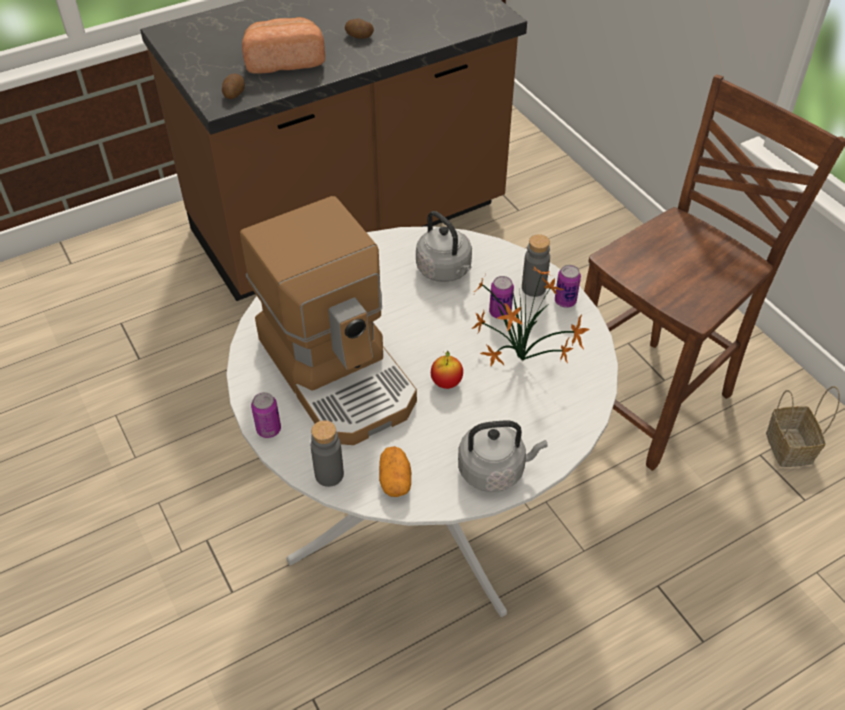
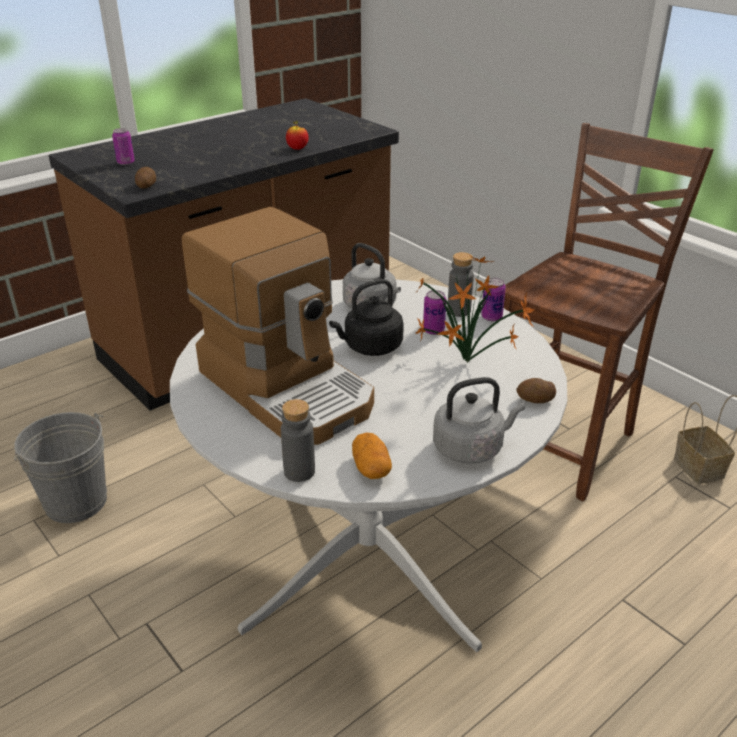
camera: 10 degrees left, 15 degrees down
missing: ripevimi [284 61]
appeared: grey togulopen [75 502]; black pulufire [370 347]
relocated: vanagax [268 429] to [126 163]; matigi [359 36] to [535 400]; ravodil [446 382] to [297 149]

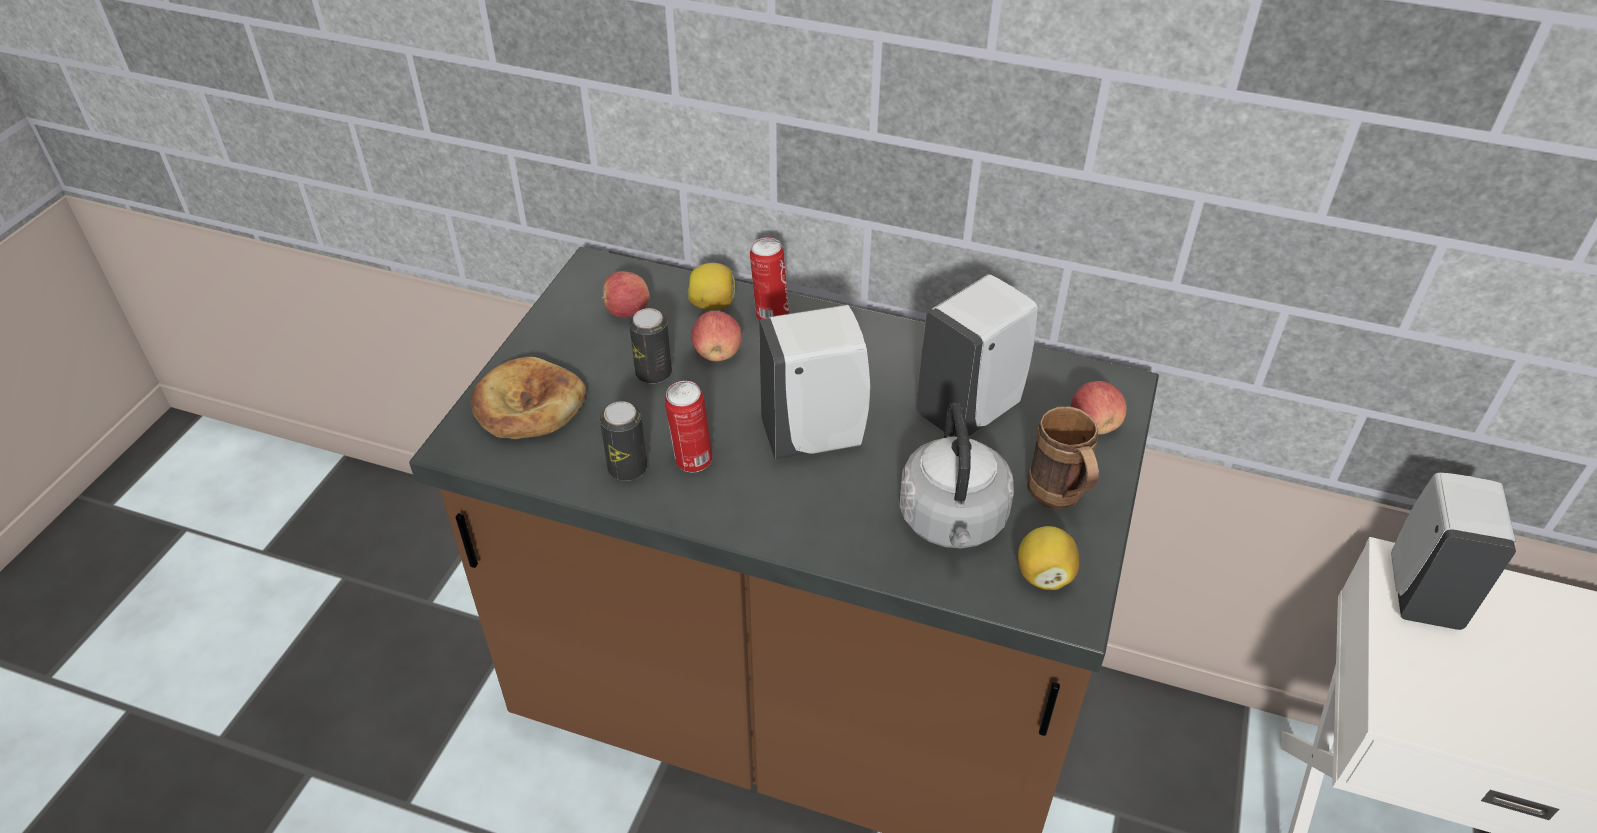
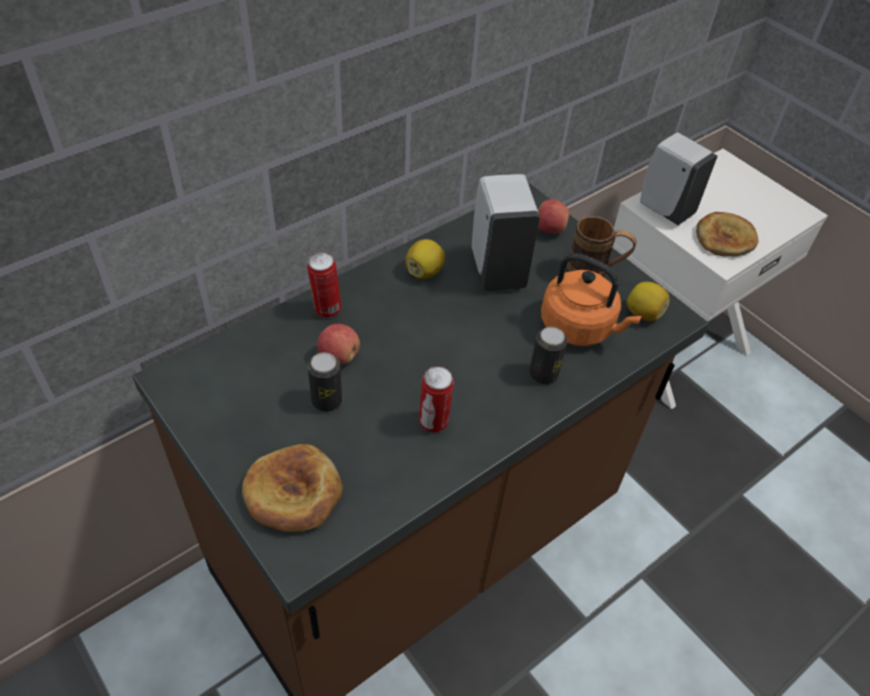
camera: 60 degrees left, 5 degrees up
missing: ravodil [627 311]; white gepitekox [816 436]
appeared: ripevimi [725 238]
relocated: vanagax [627 468] to [543 374]; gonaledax [713 304] to [424 271]
colour: grey pulufire [953 523] to orange pulufire [580 327]

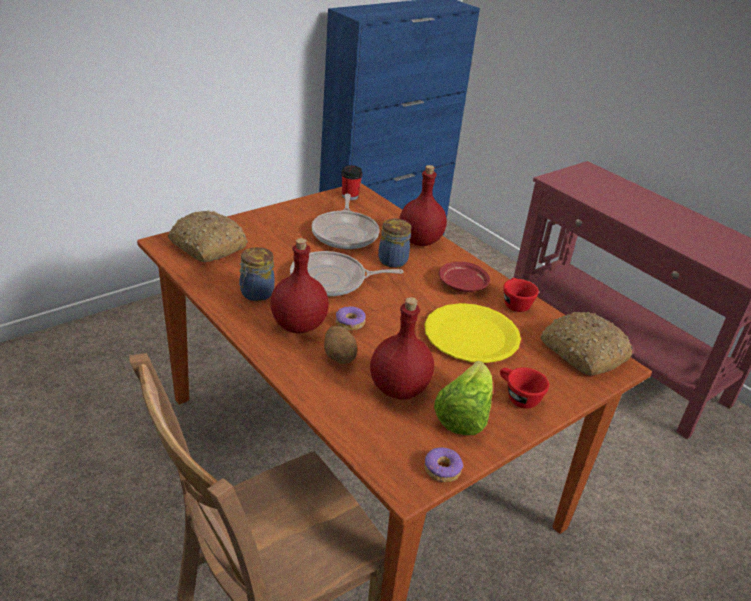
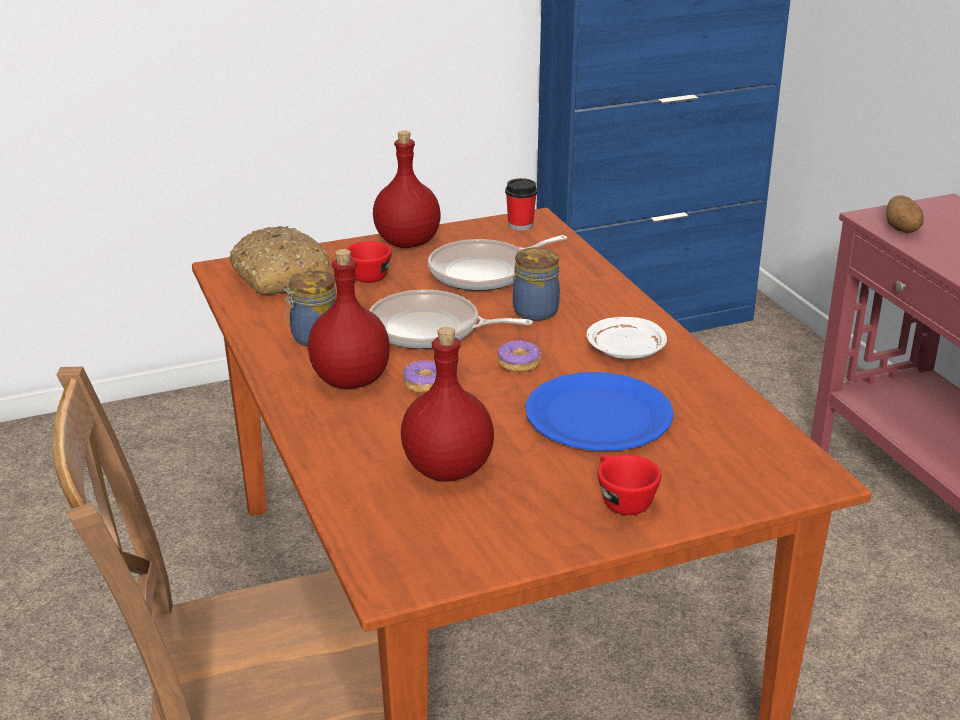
camera: 20 degrees right, 5 degrees down
missing: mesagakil [463 415]; ripevimi [582 352]
relocated: matigi [340 357] to [902 229]; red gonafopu [419 240] to [407 242]; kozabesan [442 470] to [519 363]; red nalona [515 303] to [370 274]
colour: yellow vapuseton [471 335] to blue vapuseton [598 415]; red vapuseton [462 285] to white vapuseton [625 351]
spun: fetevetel [345 233] = [485 272] 45 degrees clockwise

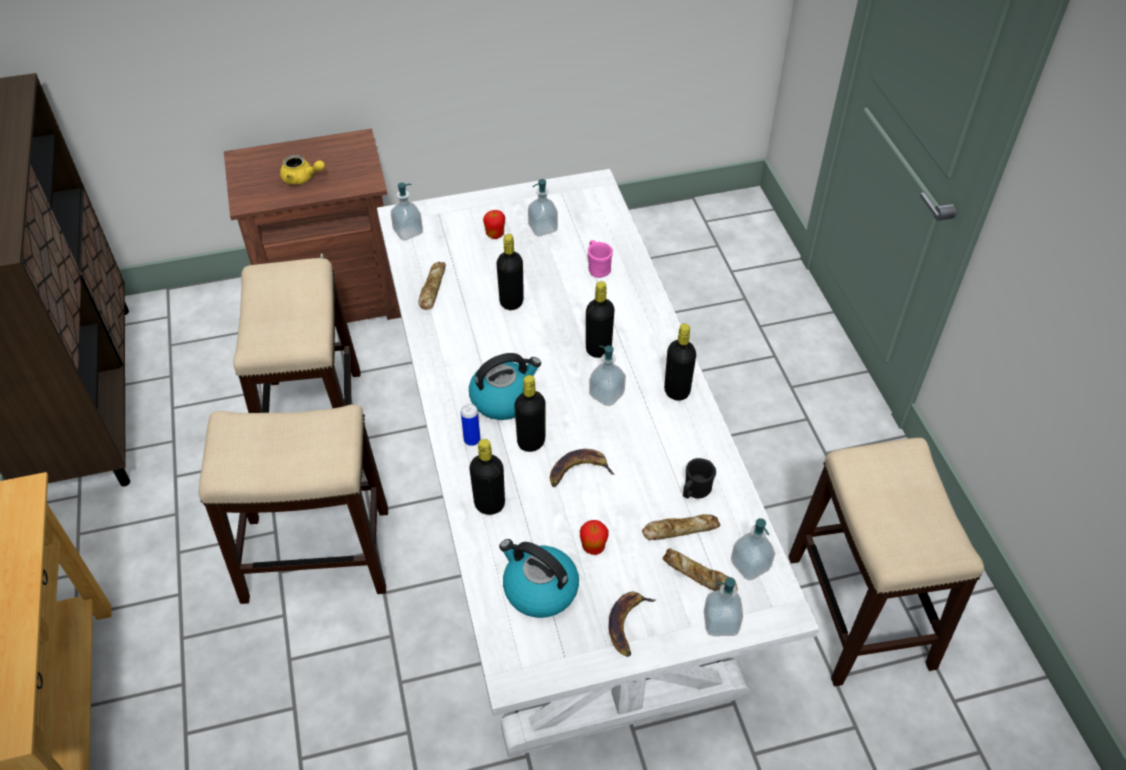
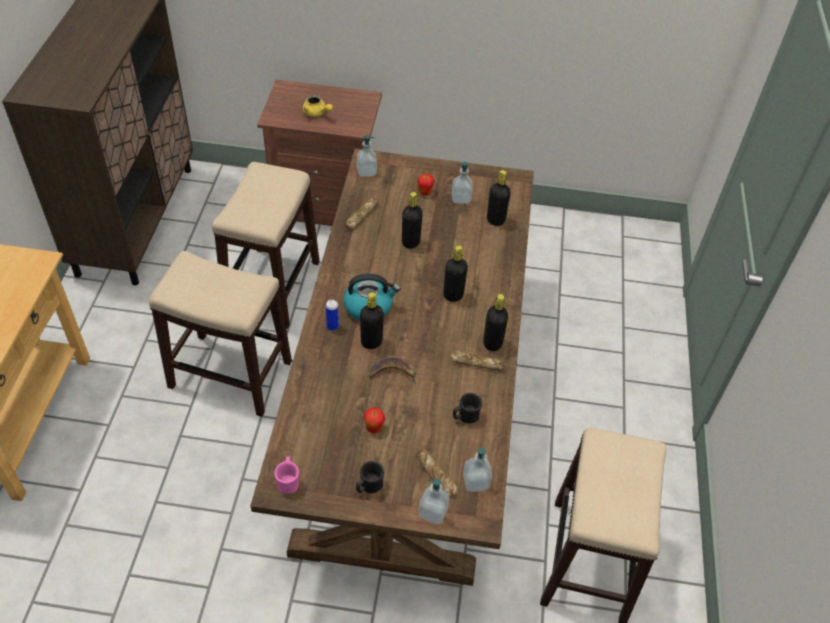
camera: 20 degrees right, 0 degrees up
missing: pulufire [539 589]; gepitekox [606 394]
relocated: black gonafopu [489 504] to [495 220]; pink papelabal [597 268] to [288 481]; ripevimi [679 529] to [477 363]
exchanged: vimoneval [627 623] to black papelabal [369 487]
colour: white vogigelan [561 511] to brown vogigelan [407 406]

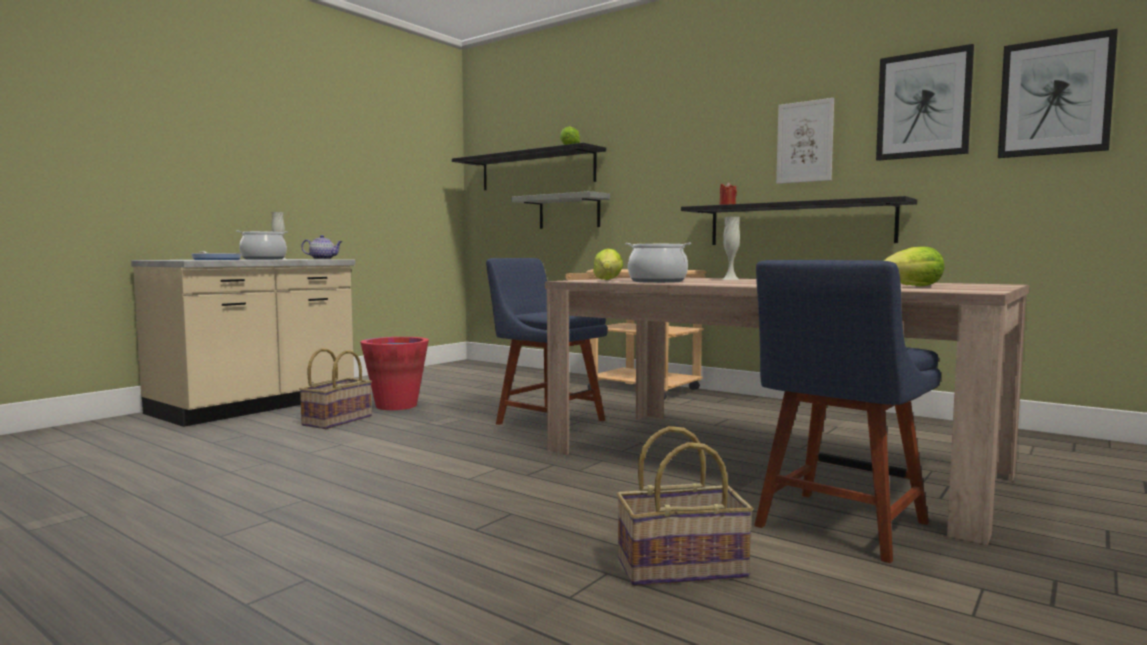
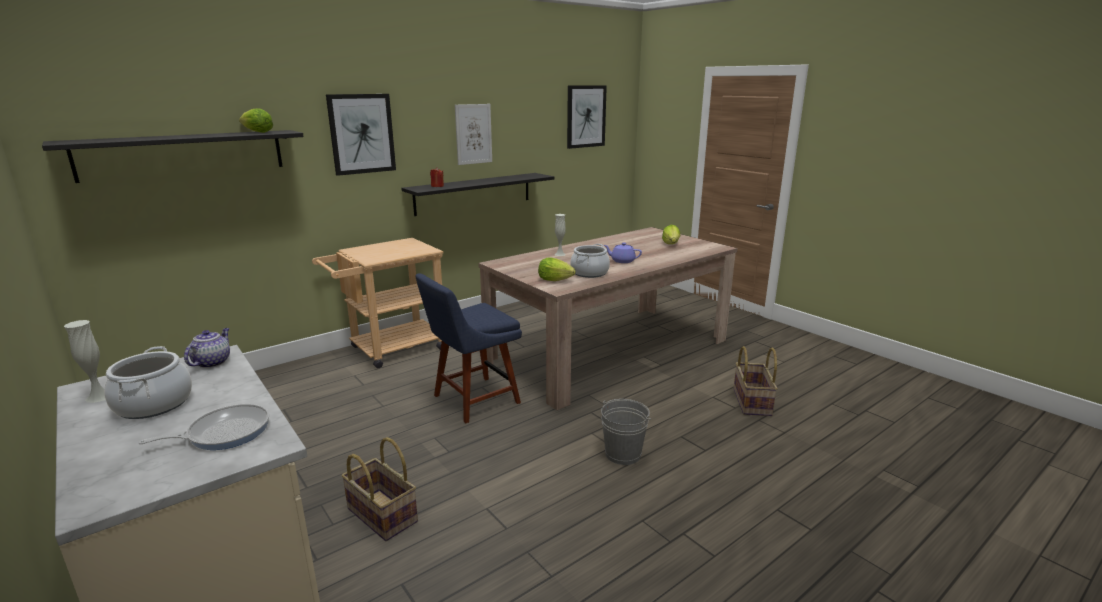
camera: 75 degrees left, 15 degrees up
missing: red togulopen [396 405]; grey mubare [569 212]; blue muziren [838 527]
appeared: grey togulopen [623 454]; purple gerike [622 261]
relocated: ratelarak [923 105] to [361 134]

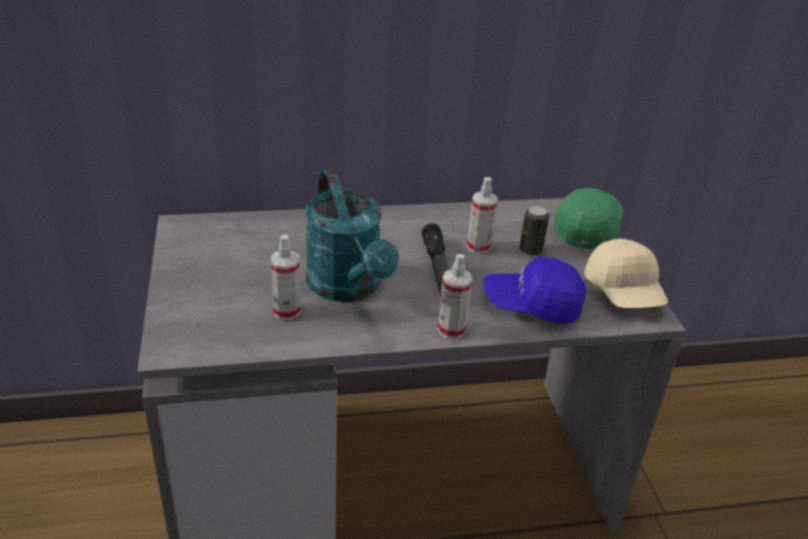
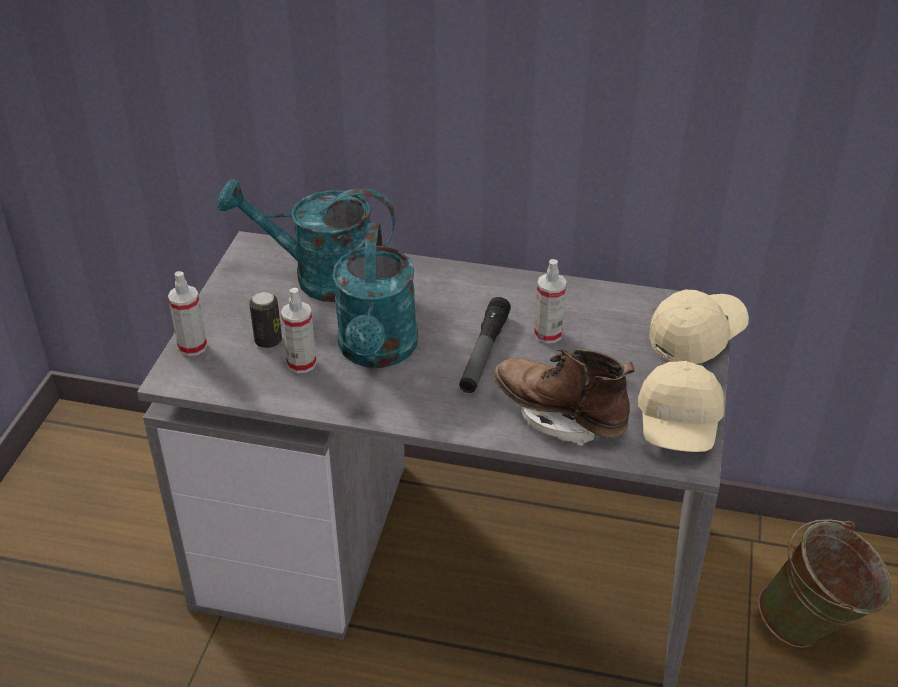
camera: 25 degrees right, 5 degrees up
appeared: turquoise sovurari [320 278]; green togulopen [813 630]
relocated: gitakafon [451 330] to [192 346]; vanagax [531 250] to [268 340]
exchanged: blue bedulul [532 305] to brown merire [559 416]
colour: green bedulul [588 227] to beige bedulul [696 337]

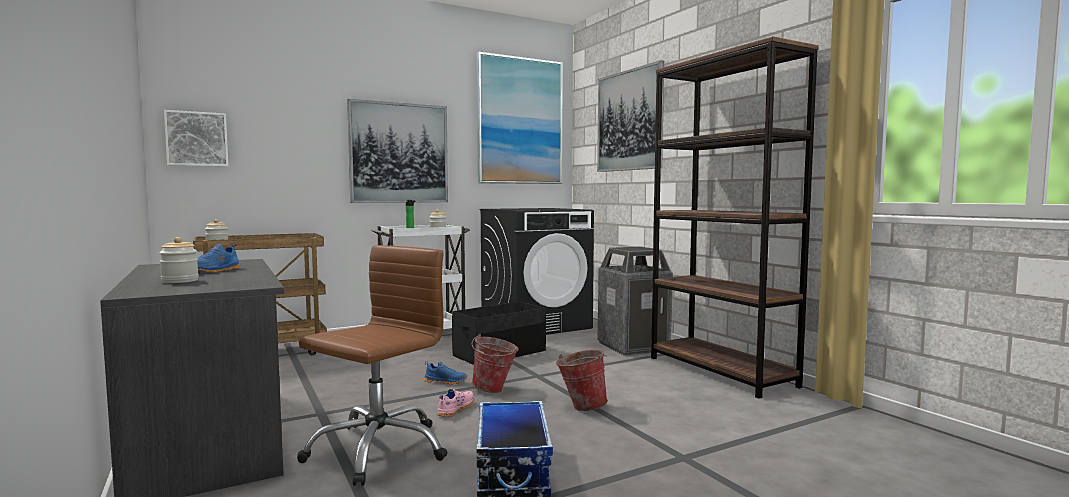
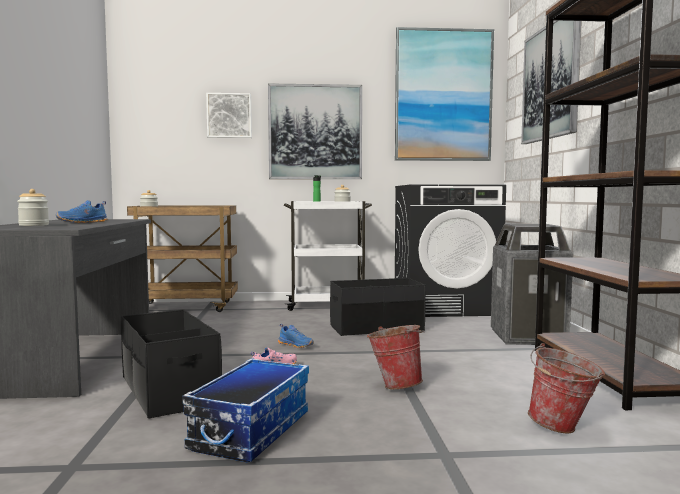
camera: 25 degrees right, 0 degrees up
relocated: ratelarak [197 139] to [229 116]; togulopen [495 390] to [564 428]
exchanged: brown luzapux [377 449] to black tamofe [168 390]

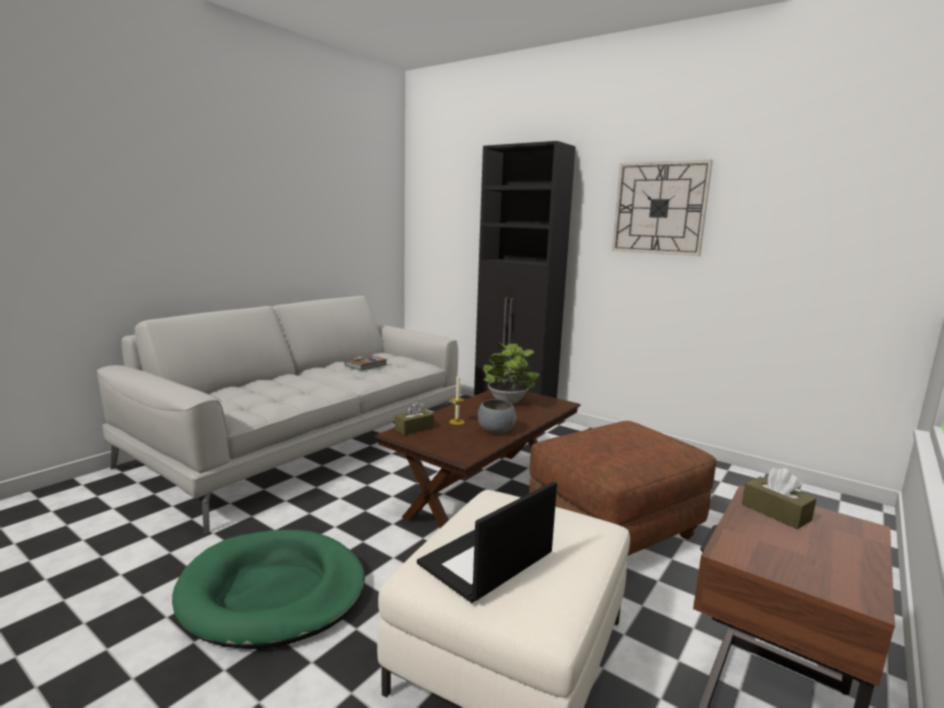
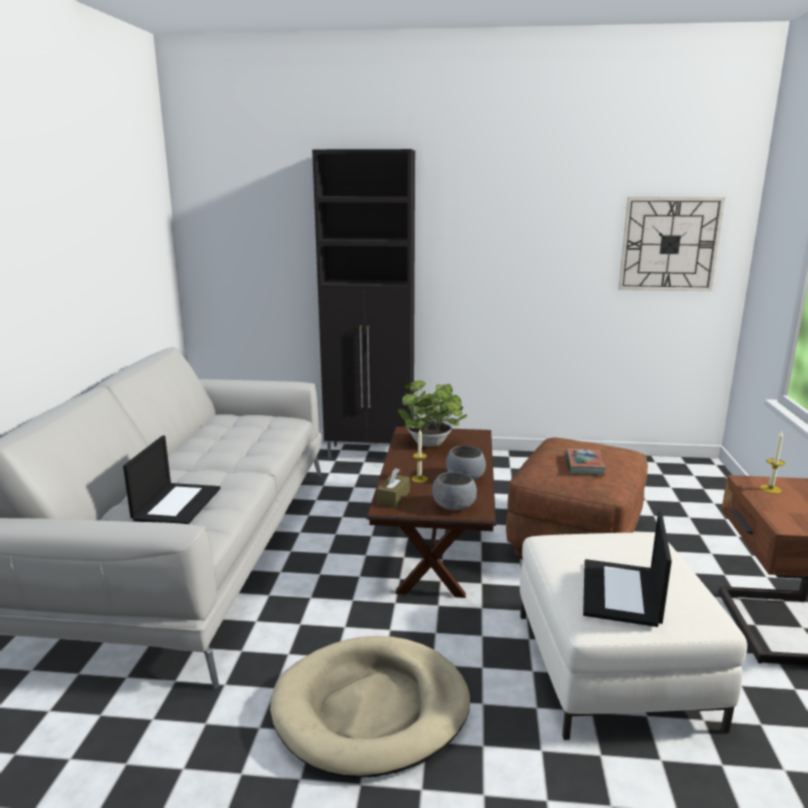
camera: 30 degrees left, 5 degrees up
appeared: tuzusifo [177 503]; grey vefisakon [455 506]
relocated: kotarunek [366 365] to [584 465]; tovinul [659 208] to [669 244]
exchanged: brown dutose [775 512] to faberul [770 489]
colour: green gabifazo [273 592] to beige gabifazo [371 709]

